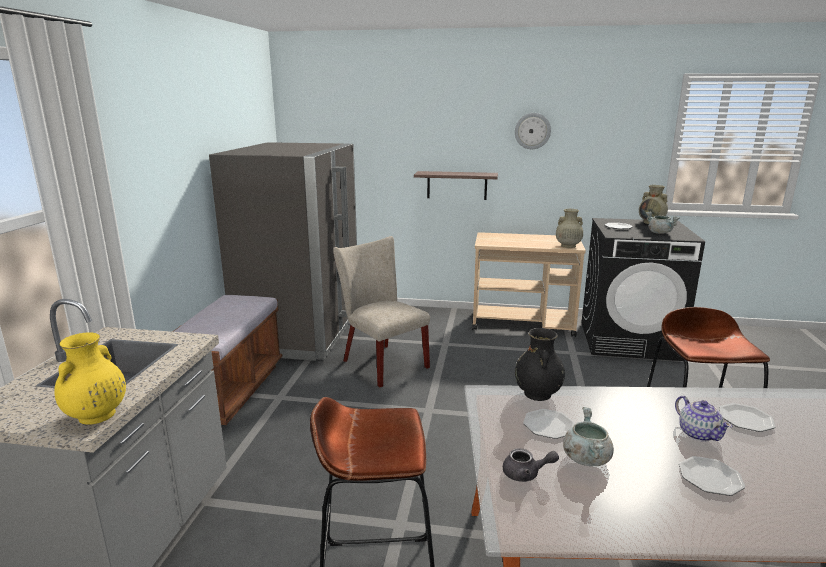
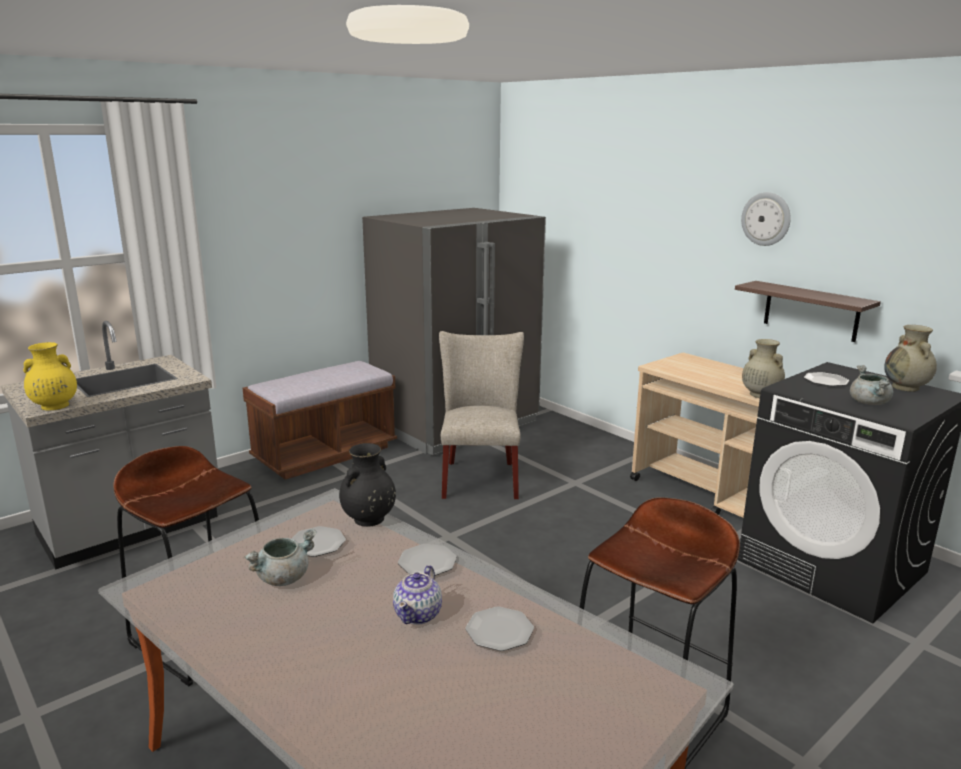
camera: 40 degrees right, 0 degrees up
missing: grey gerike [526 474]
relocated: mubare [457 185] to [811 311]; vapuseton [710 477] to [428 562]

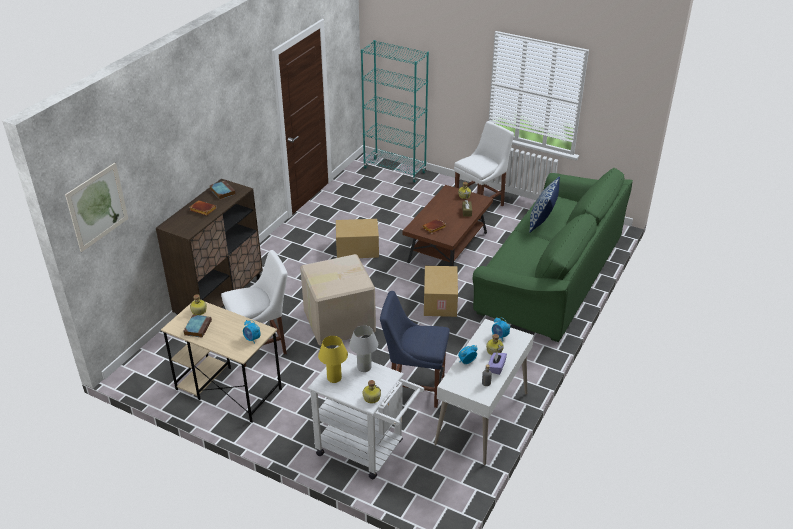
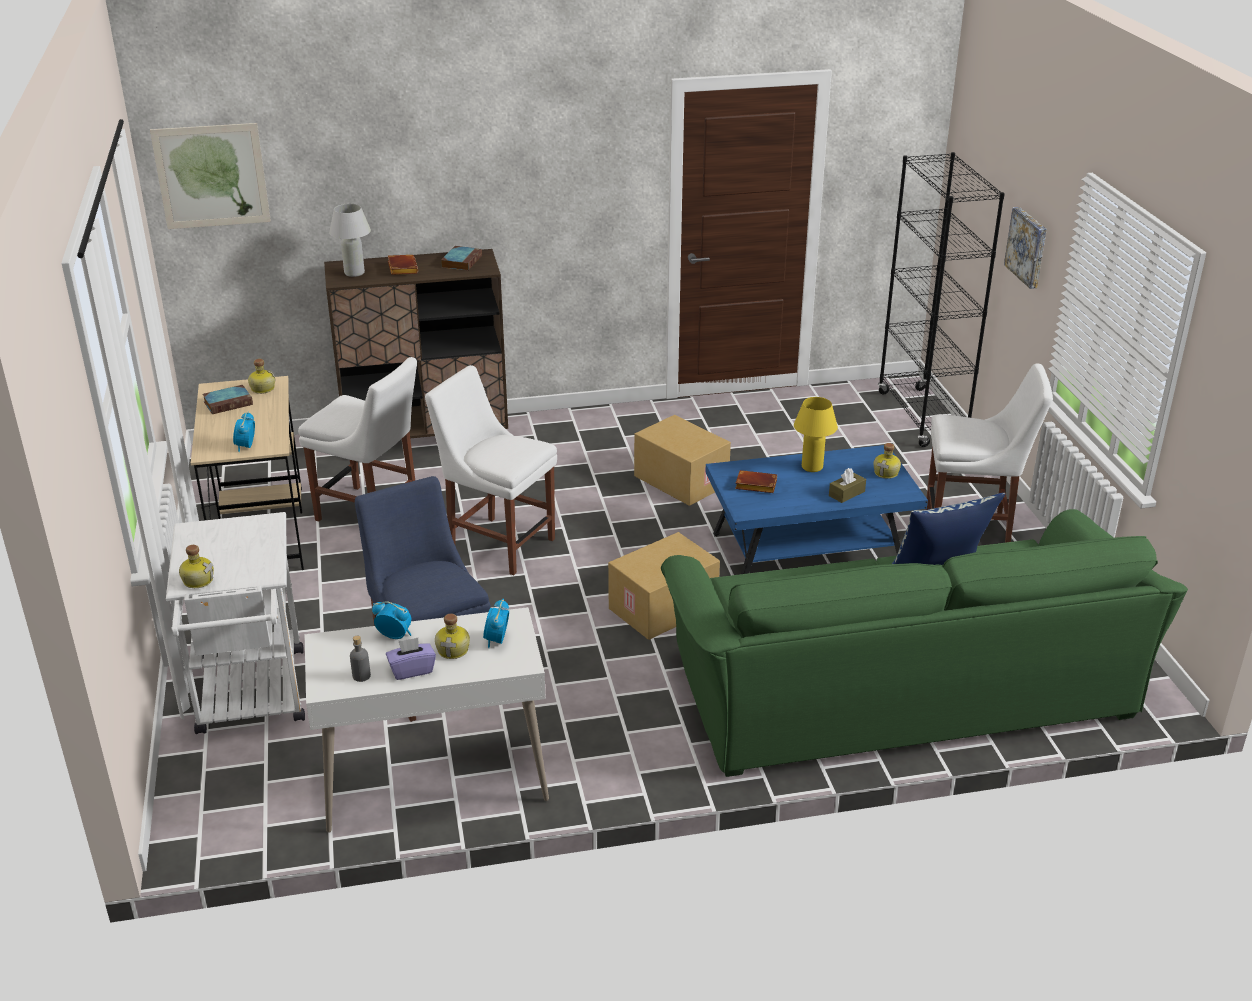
camera: 50 degrees right, 5 degrees down
appeared: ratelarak [1028 247]
relocated: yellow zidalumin [334 378] to [812 467]; white zidalumin [364 367] to [354 273]
exchanged: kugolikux [338 321] to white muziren [498 543]
colour: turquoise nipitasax [395 170] to black nipitasax [922 417]; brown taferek [447 247] to blue taferek [807 551]

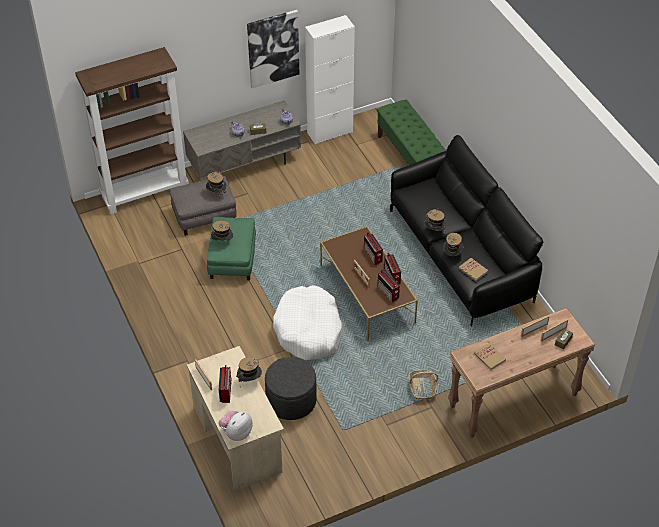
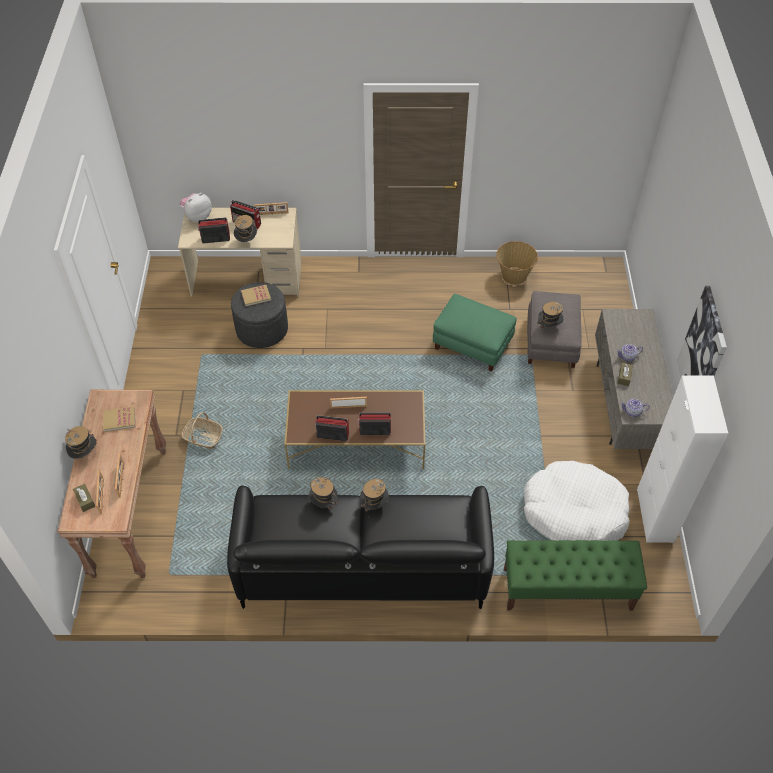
camera: 115 degrees right, 5 degrees up
missing: brown nipitasax [145 192]
appeared: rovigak [514 276]
relocated: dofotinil [222 242] to [85 454]; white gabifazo [308 330] to [574 512]; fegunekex [388 293] to [215 238]; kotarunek [473 270] to [256 296]
spun: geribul [236 433] = [197 216] 105 degrees counterclockwise

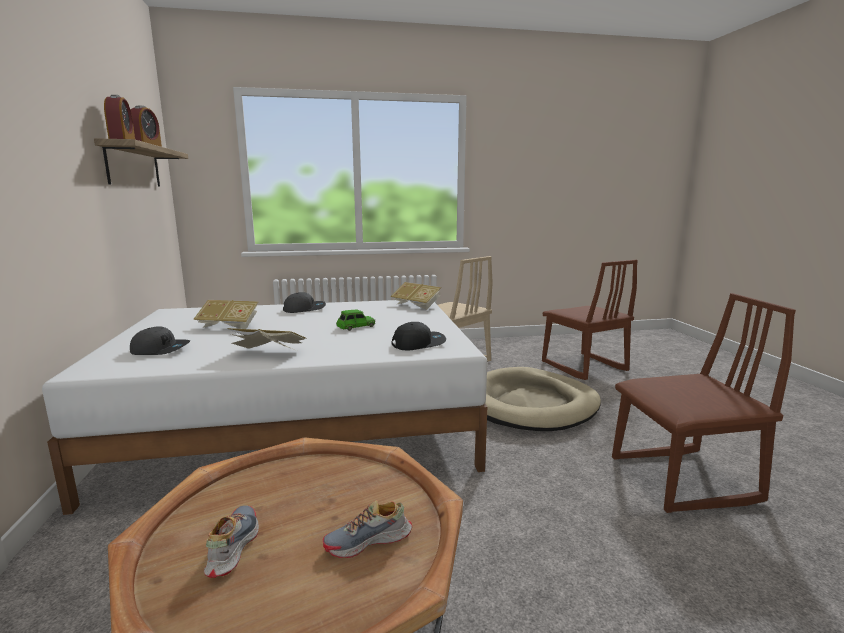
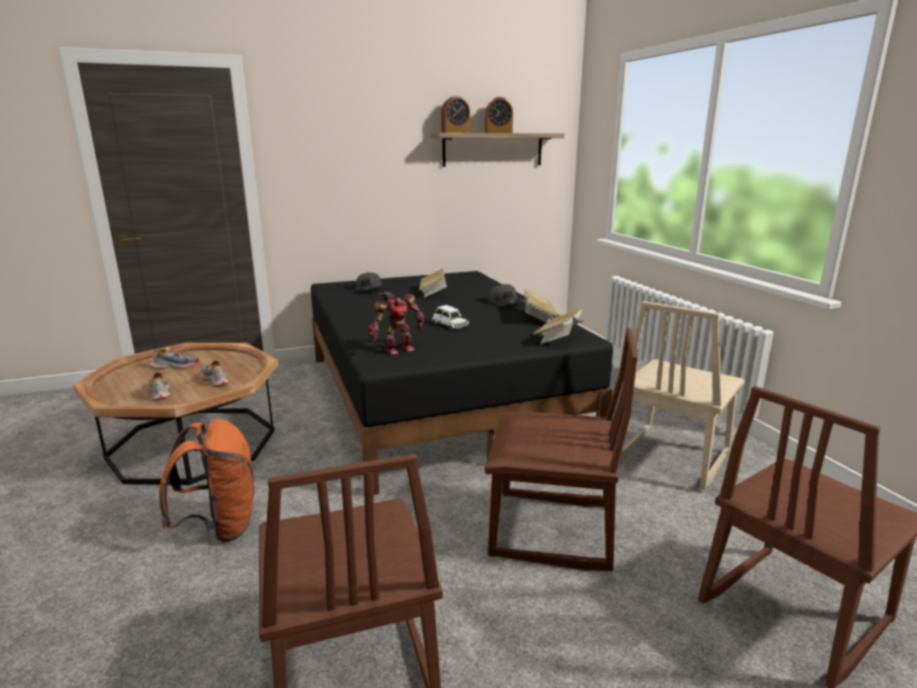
camera: 80 degrees right, 5 degrees up
appeared: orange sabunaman [220 527]; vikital [215 380]
relocated: kotarunek [268 353] to [537 318]
exchanged: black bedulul [418 343] to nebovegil [397 349]; beige gabifazo [530 404] to brown muziren [552 531]
colour: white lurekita [299 425] to black lurekita [438 397]; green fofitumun [355 326] to white fofitumun [449 324]

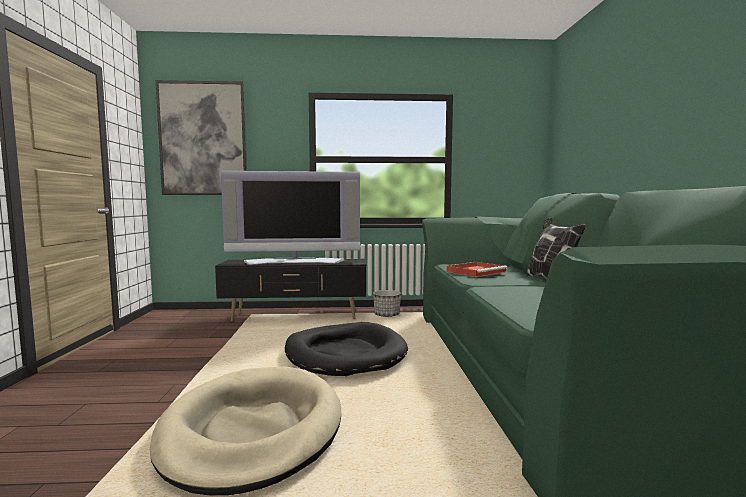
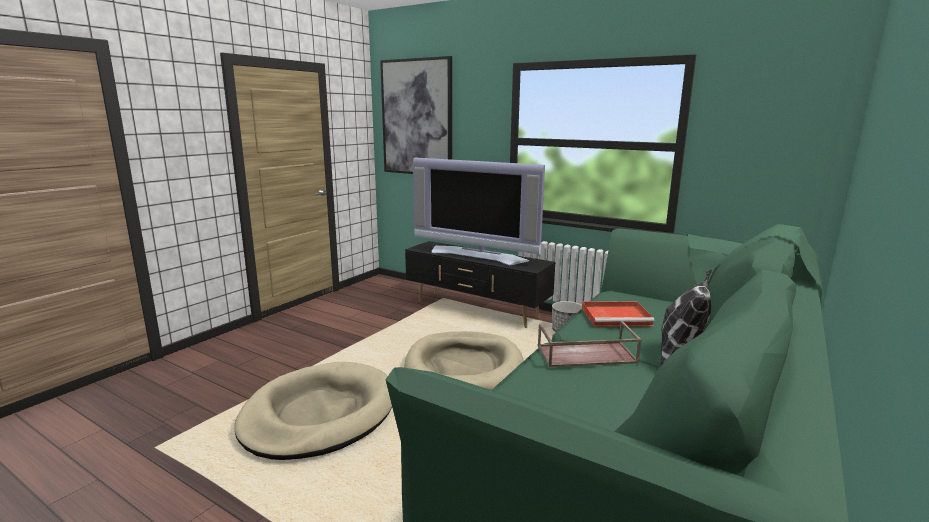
camera: 35 degrees right, 10 degrees up
appeared: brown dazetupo [585 355]
colour: black gabifazo [345 354] to beige gabifazo [464 367]

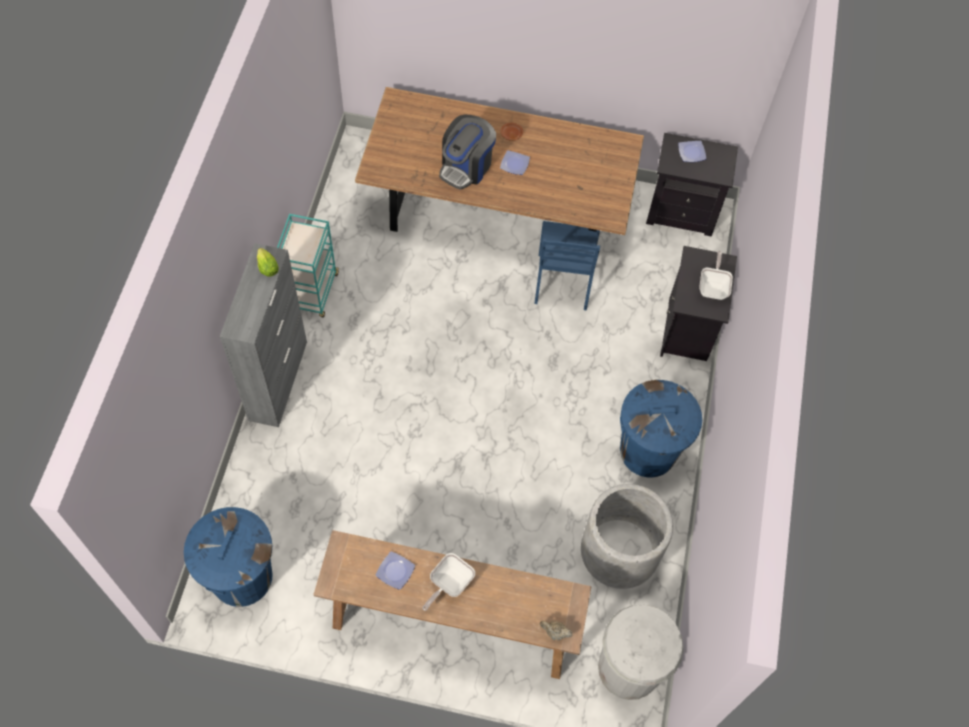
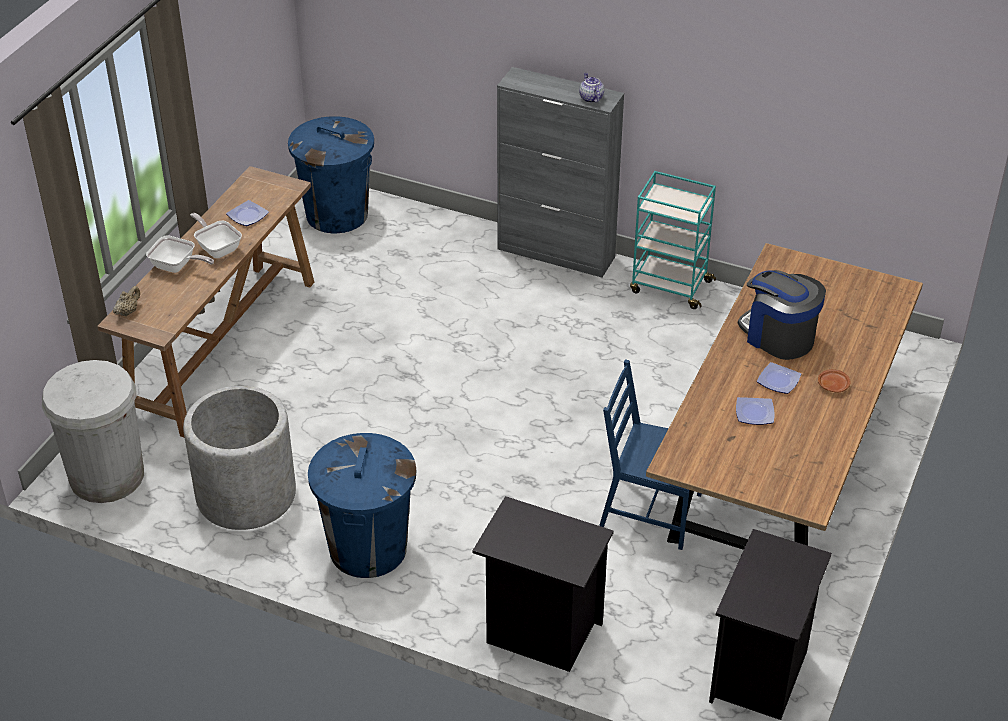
camera: 105 degrees right, 20 degrees down
relocated: vapuseton [692 152] to [755 414]; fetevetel [713 287] to [177 267]
exchanged: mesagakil [267 266] to gerike [590 98]

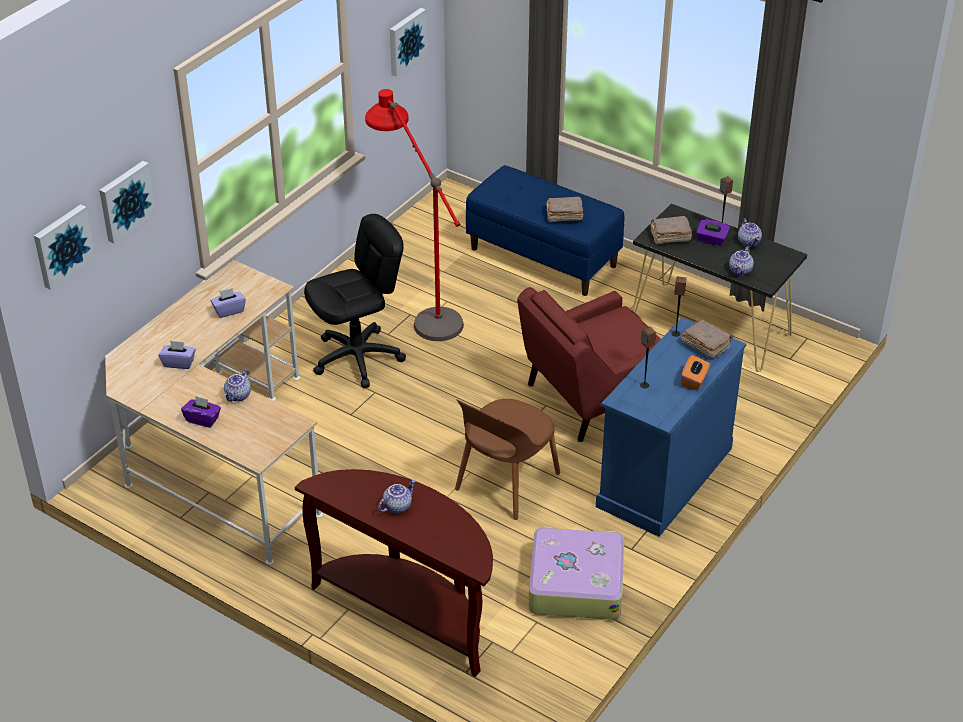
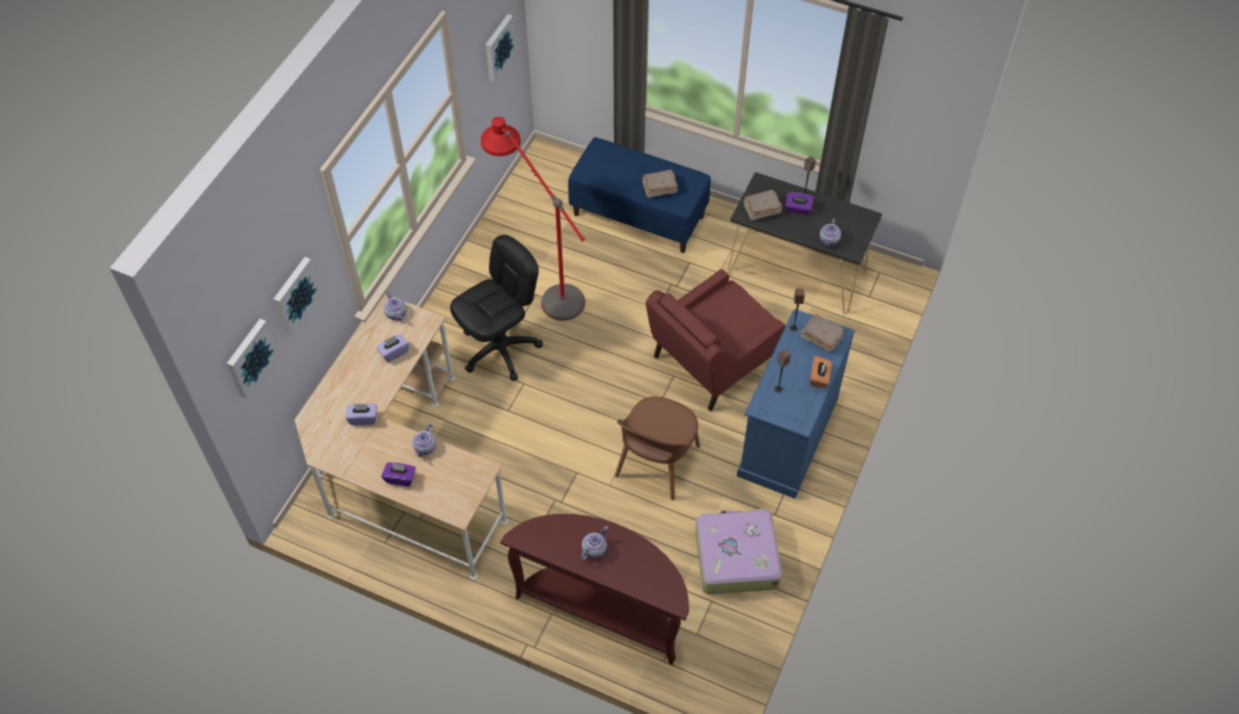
camera: 10 degrees left, 15 degrees up
relocated: gerike [749 242] to [396 313]

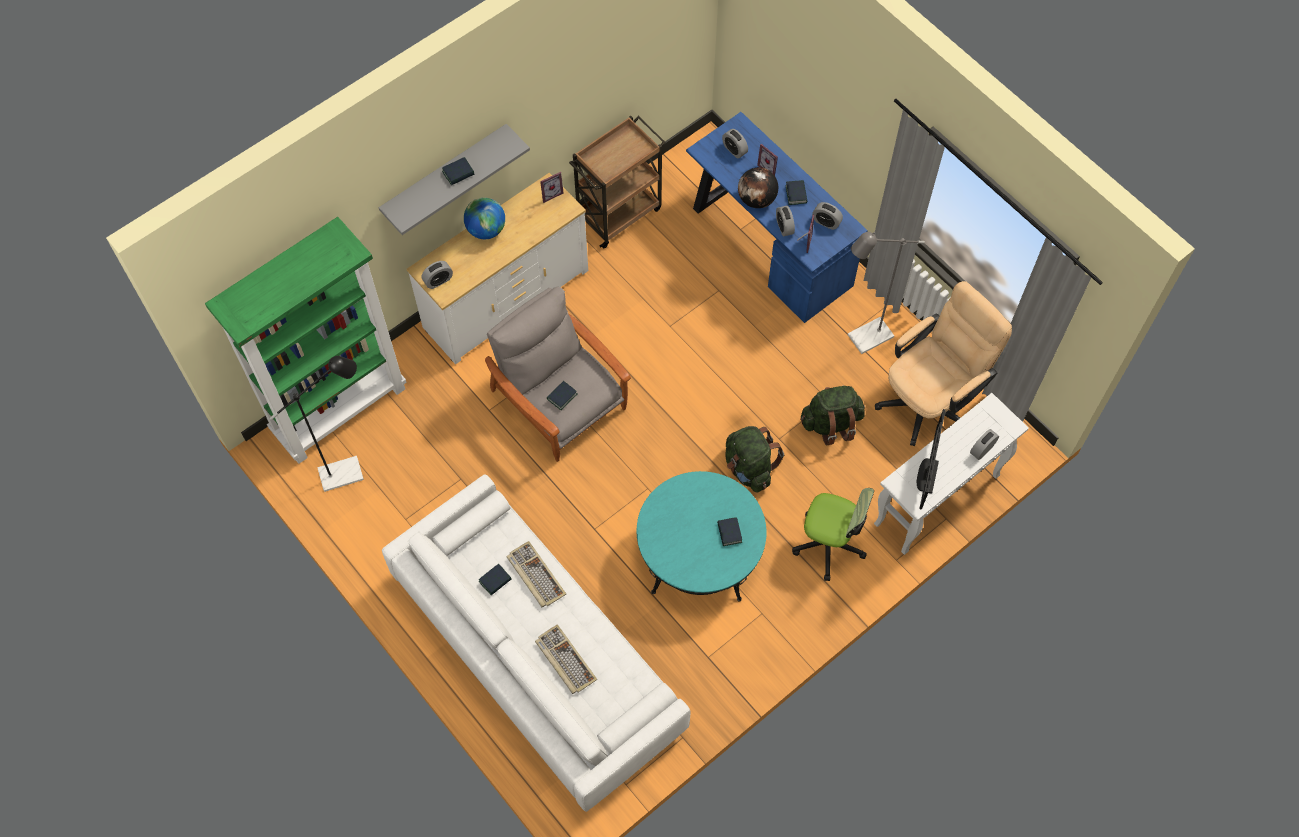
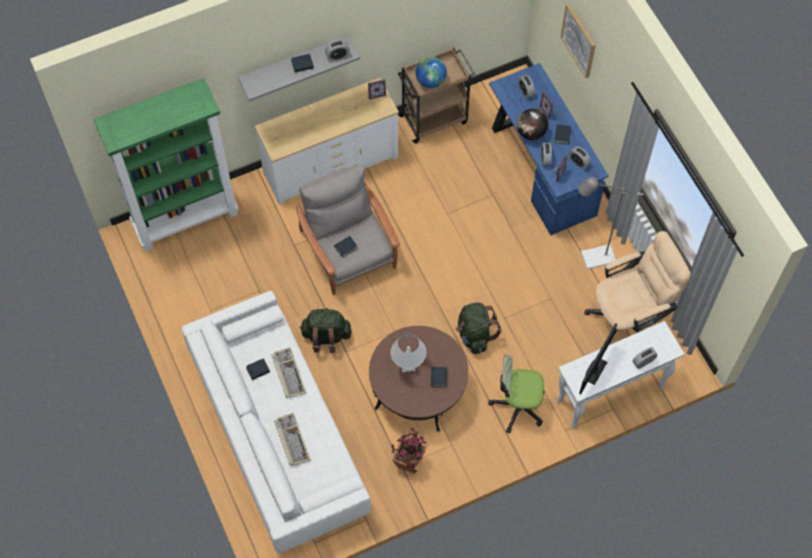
camera: 15 degrees right, 0 degrees up
missing: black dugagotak [349 471]
appeared: white zidalumin [408 365]; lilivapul [409 462]; ratelarak [579 40]
relocated: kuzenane [438 281] to [337 56]; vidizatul [486 230] to [430 81]; green sabunaman [831 423] to [326 336]
colour: turquoise taferek [699 555] to brown taferek [418 390]
spun: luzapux [829 544] = [517 406] 150 degrees clockwise

